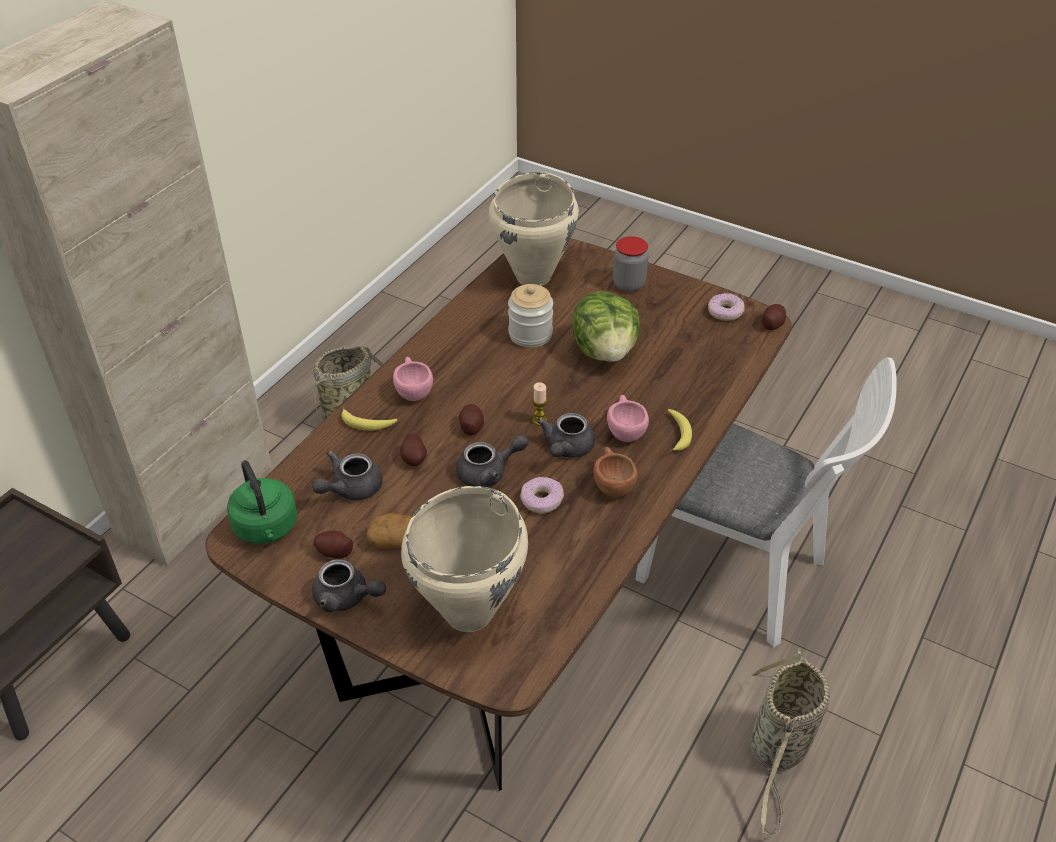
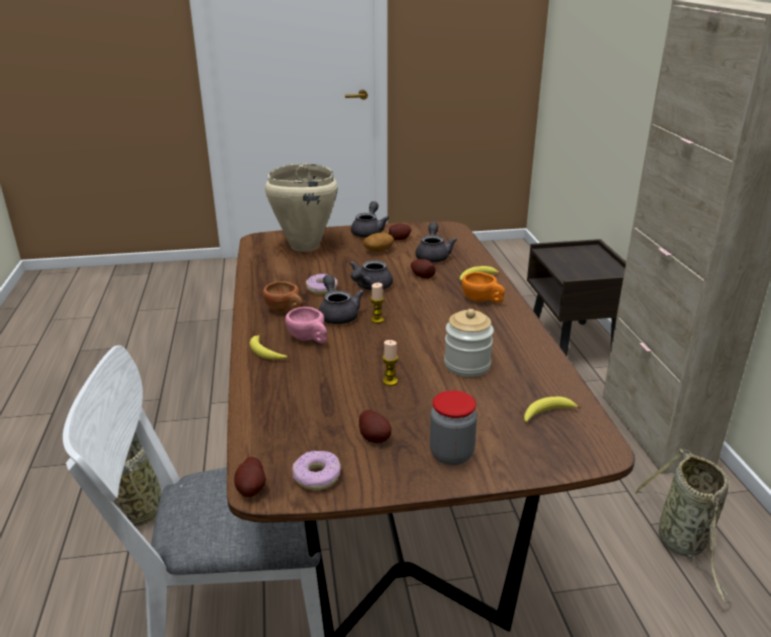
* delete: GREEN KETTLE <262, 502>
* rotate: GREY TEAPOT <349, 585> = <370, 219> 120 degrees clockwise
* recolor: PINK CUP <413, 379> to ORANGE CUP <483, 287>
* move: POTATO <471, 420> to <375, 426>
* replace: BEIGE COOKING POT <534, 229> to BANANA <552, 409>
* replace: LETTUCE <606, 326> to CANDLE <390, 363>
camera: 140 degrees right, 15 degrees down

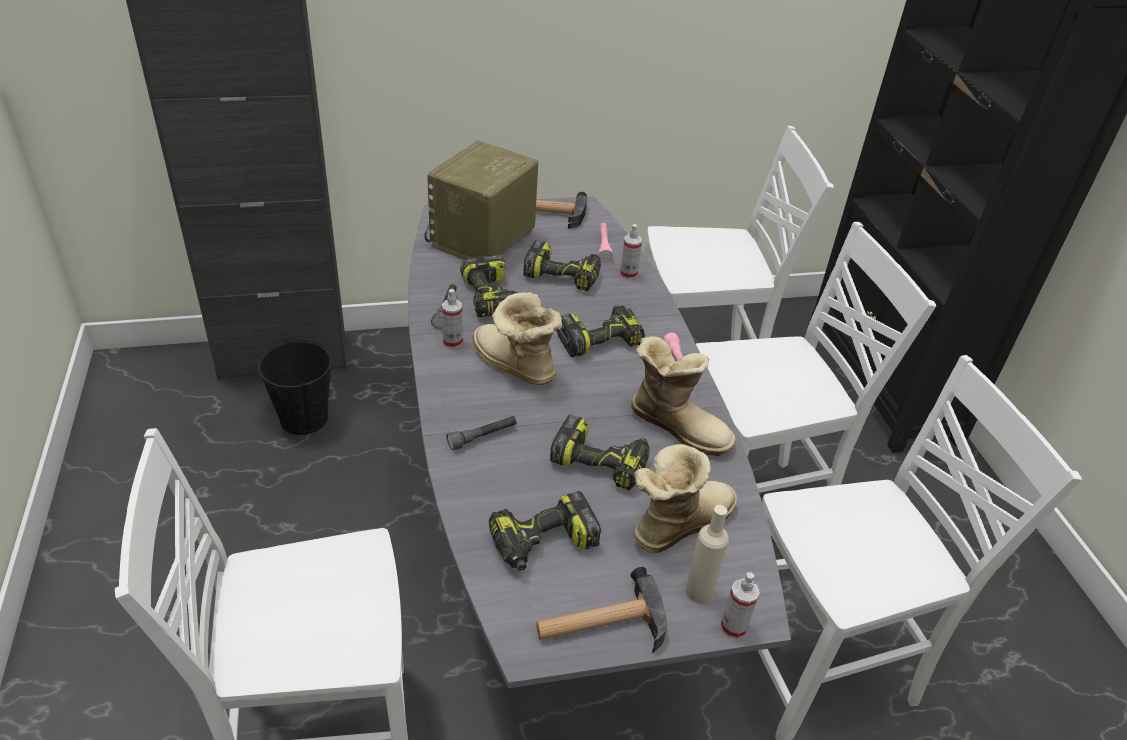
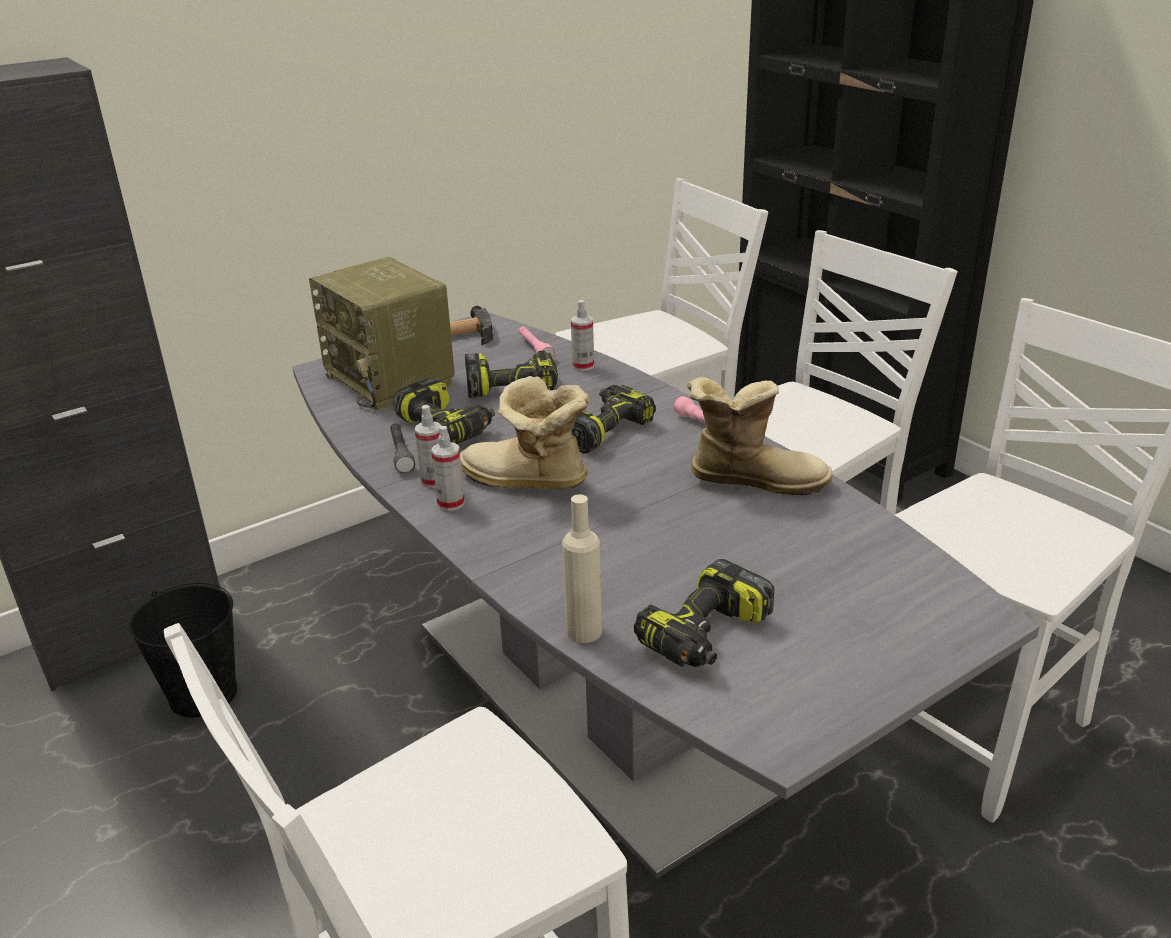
* rotate: RADIO <481, 200> = <382, 334> 45 degrees counterclockwise
* delete: GREY FLASHLIGHT <481, 433>
* delete: HAMMER <601, 610>
* delete: POWER DRILL <599, 452>
* delete: BOOT <685, 498>
* move: BEIGE BOTTLE <707, 554> to <582, 568>
* move: SPRAY BOTTLE <740, 605> to <448, 468>
camera: 20 degrees left, 10 degrees down

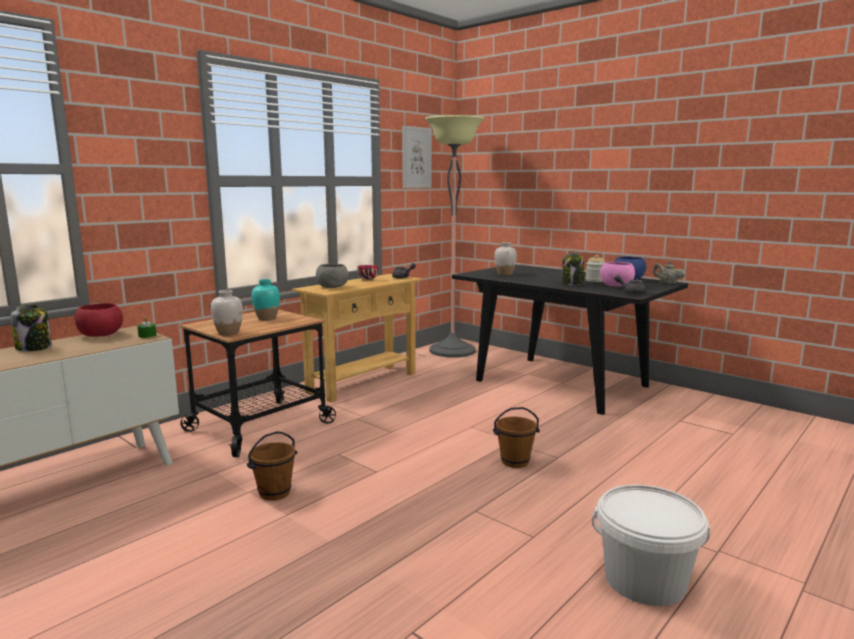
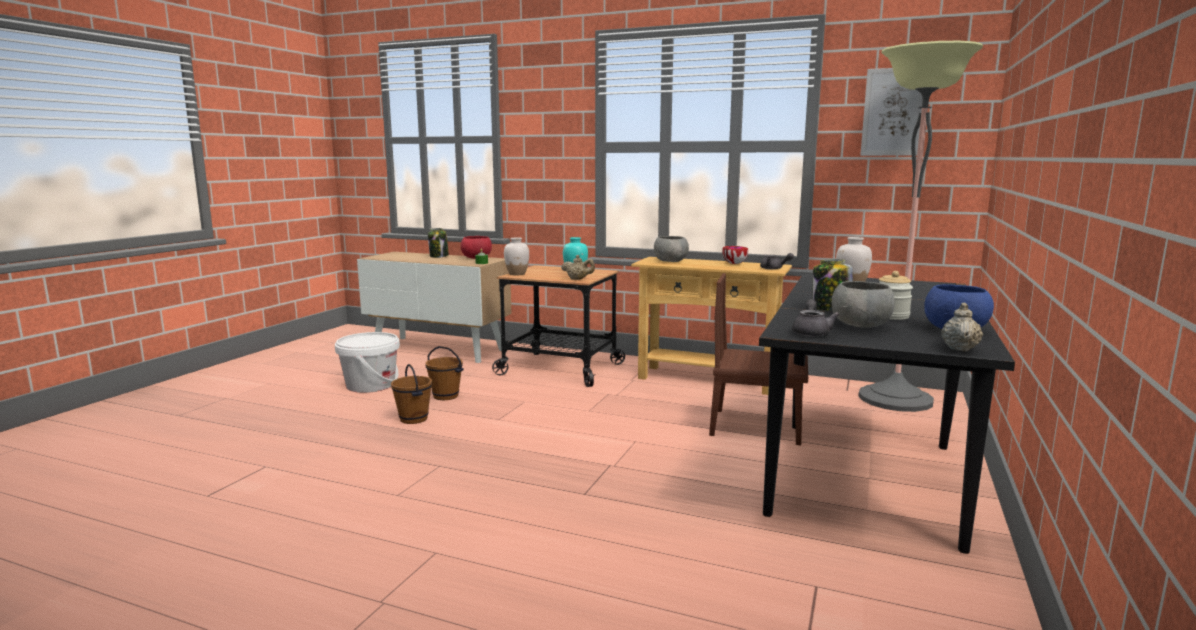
* move: BROWN BUCKET <516, 437> to <411, 394>
* move: WHITE BUCKET <651, 545> to <367, 362>
* recolor: PINK BOWL <617, 274> to GREY BOWL <863, 304>
* insert: BEIGE TEAPOT <578, 267>
* insert: BROWN CHAIR <758, 359>
camera: 70 degrees right, 0 degrees up

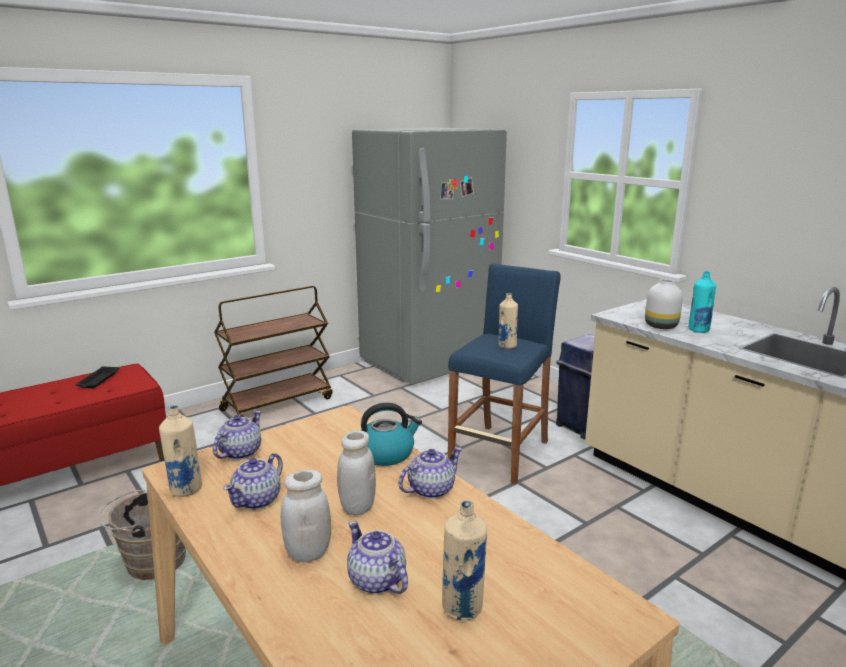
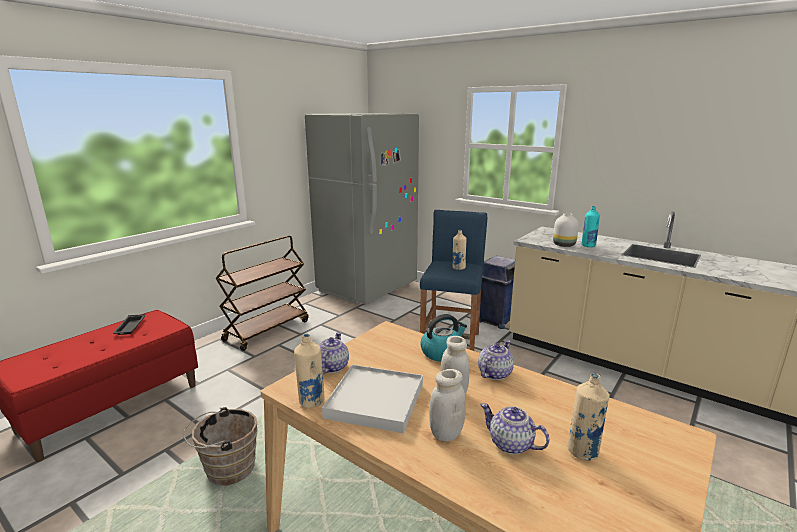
* replace: TEAPOT <253, 481> to WHITE TRAY <372, 399>
camera: 15 degrees left, 0 degrees up

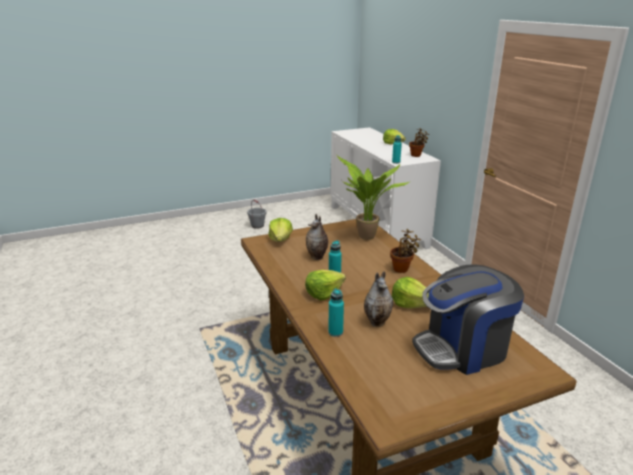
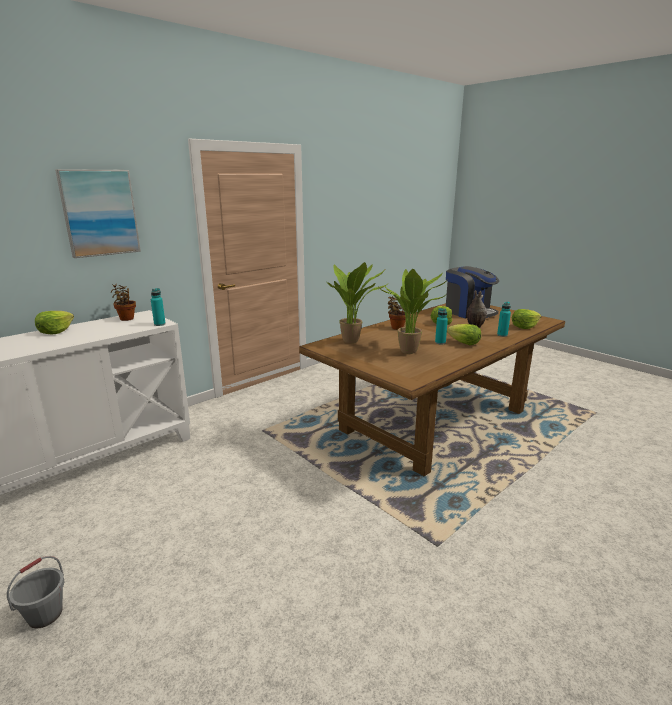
* move: LETTUCE <280, 230> to <526, 319>
* replace: VASE <317, 237> to POTTED PLANT <414, 311>
* insert: PICTURE <98, 213>
camera: 110 degrees left, 5 degrees down

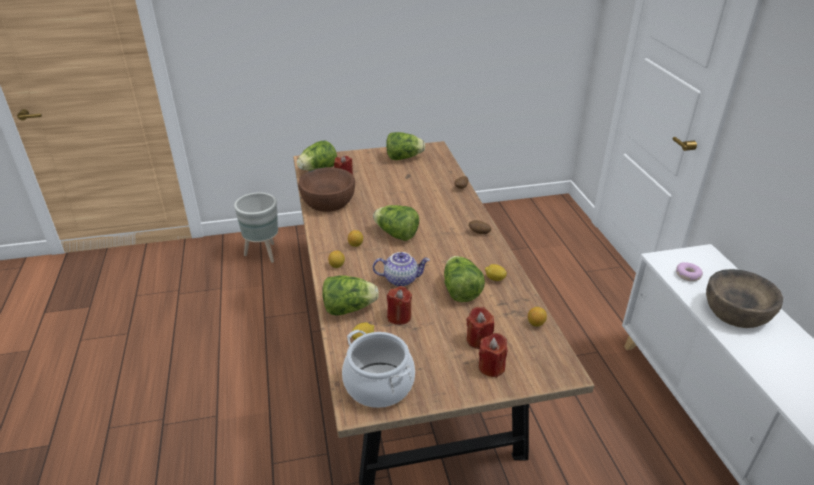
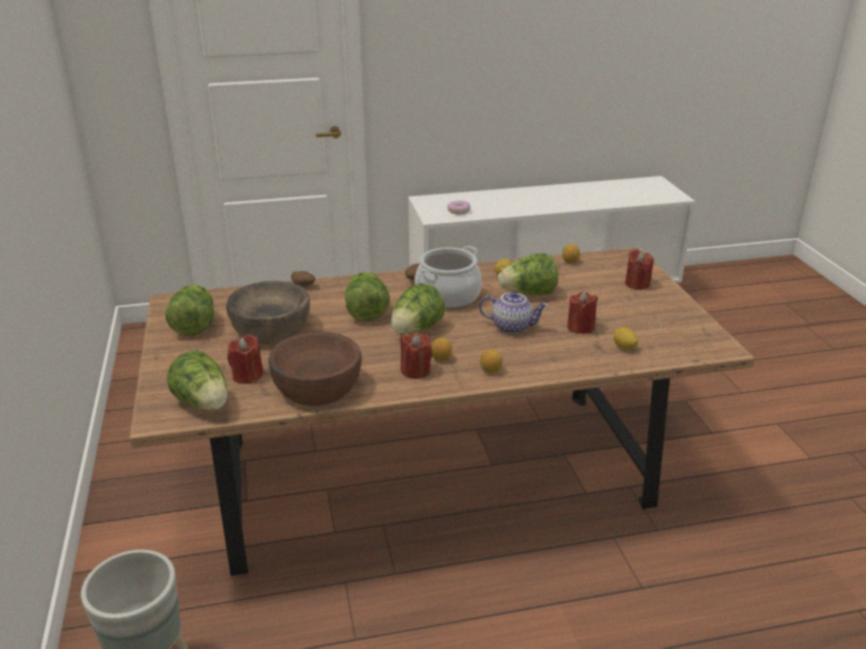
* move: LETTUCE <351, 295> to <367, 296>
* move: COOKING POT <378, 369> to <448, 277>
* rotate: TEAPOT <401, 269> = <513, 312> 105 degrees clockwise
* move: RED CANDLE <480, 328> to <416, 355>
* move: BROWN BOWL <744, 298> to <268, 313>
camera: 90 degrees left, 5 degrees down

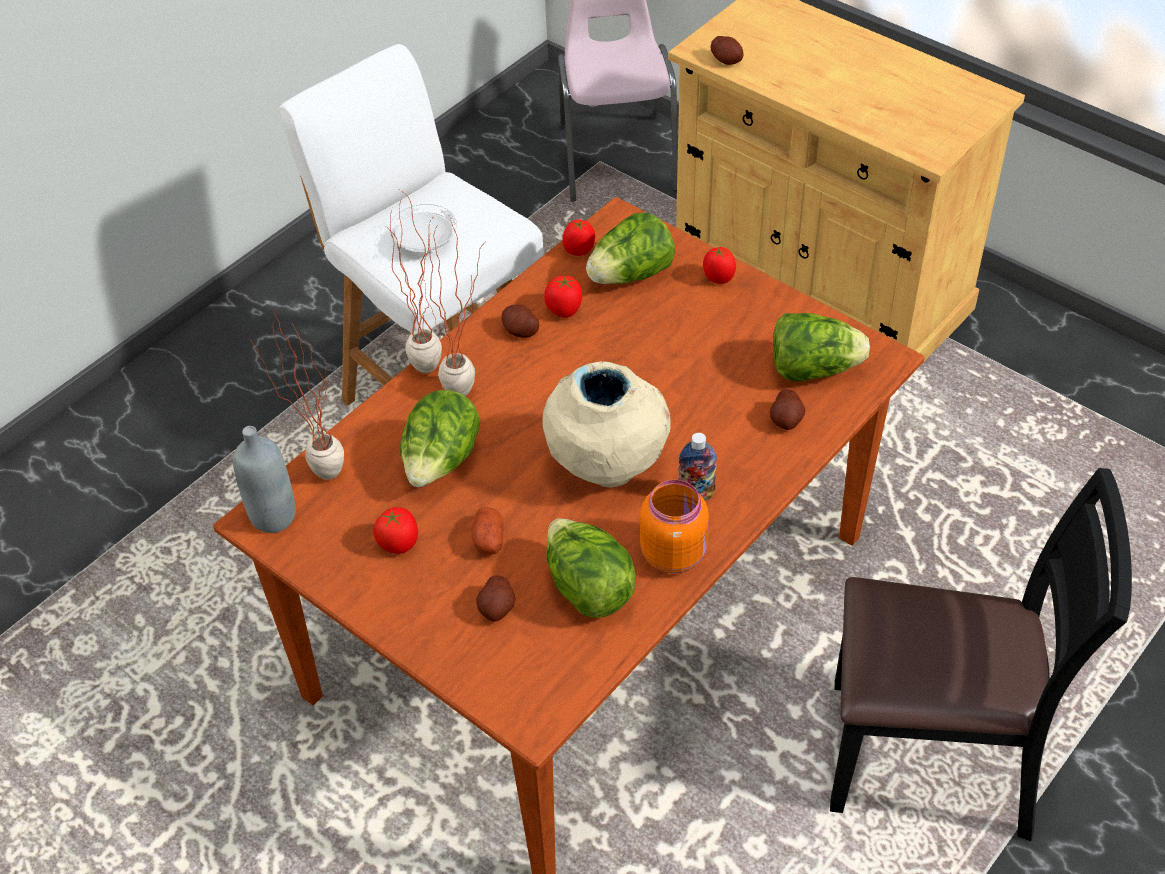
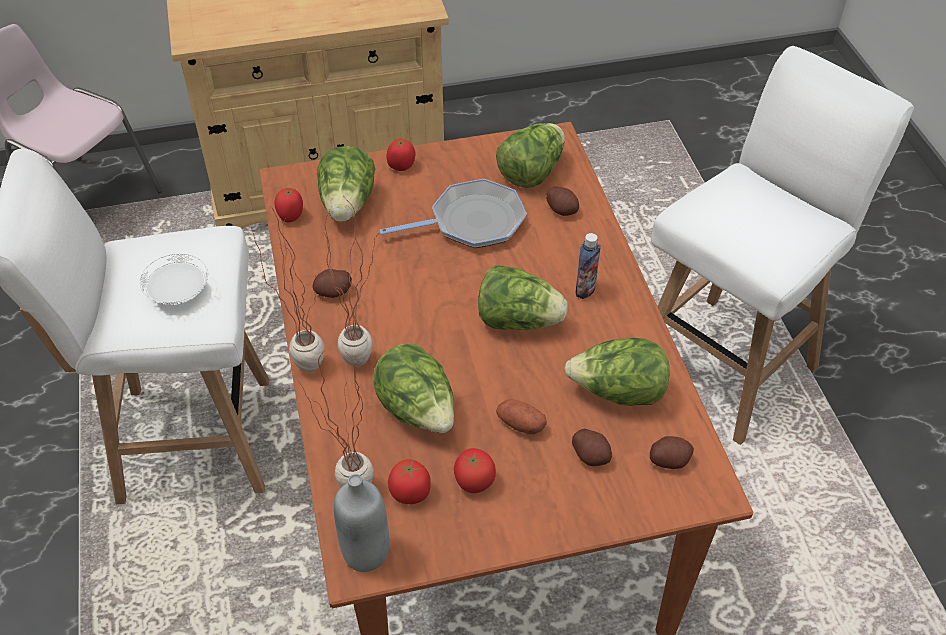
* replace: BEIGE VASE <607, 424> to LETTUCE <523, 297>
* move: TOMATO <563, 297> to <409, 481>
* delete: ORANGE JAR <674, 527>
* move: POTATO <727, 50> to <672, 452>
* replace: BLACK CHAIR <981, 654> to WHITE STOOL <782, 245>
* insert: FRYING PAN <453, 213>
camera: 55 degrees left, 0 degrees up

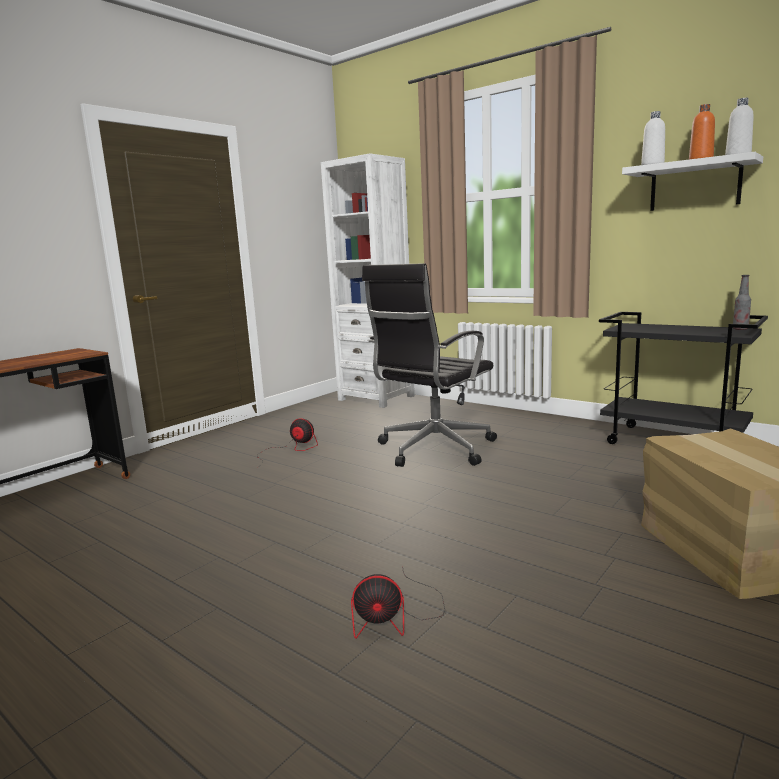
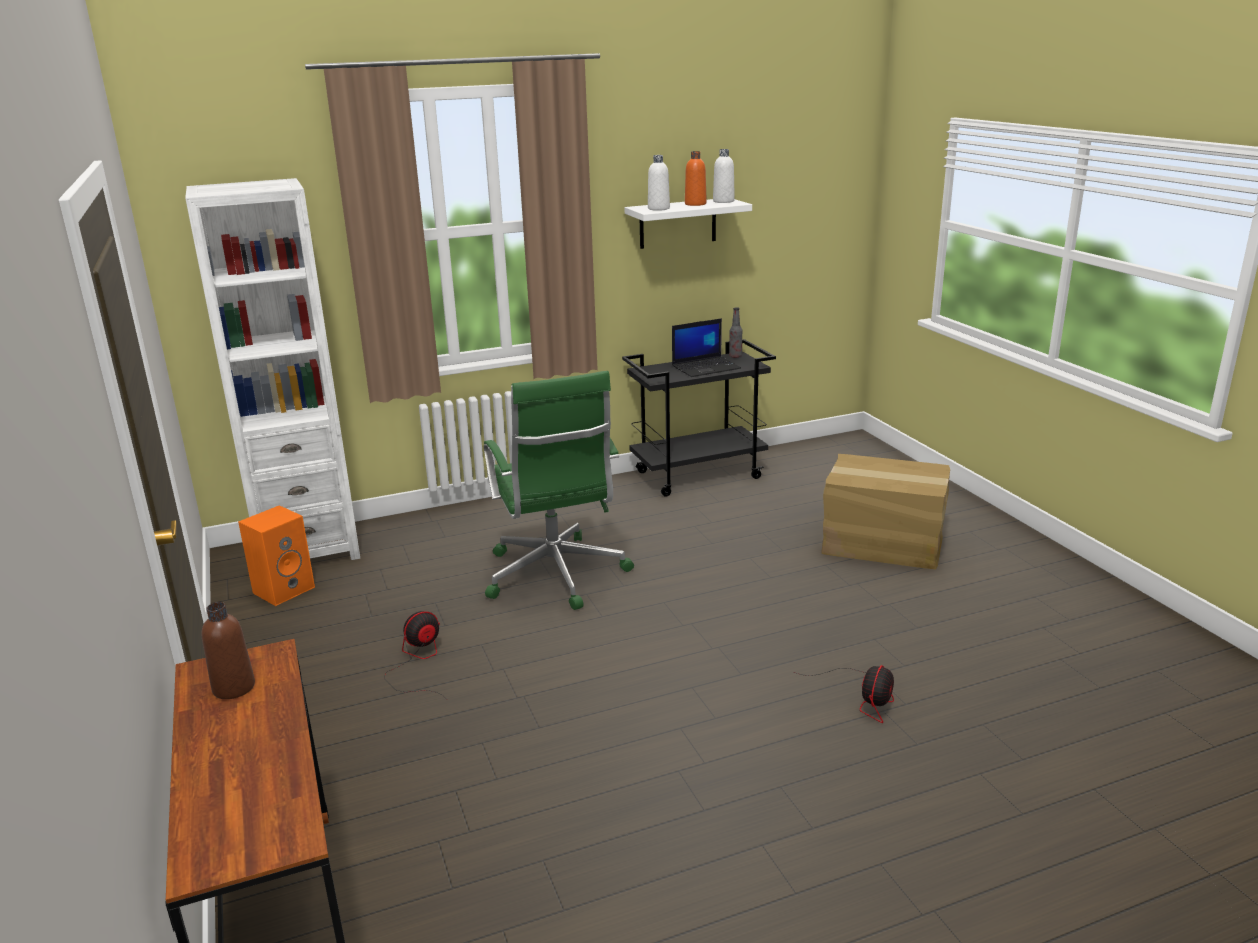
* recolor: BLACK OFFICE CHAIR <429, 365> to GREEN OFFICE CHAIR <559, 490>
* insert: BROWN BOTTLE <228, 650>
* insert: ORANGE SPEAKER <276, 555>
* insert: LAPTOP <706, 347>
camera: 60 degrees left, 10 degrees up

